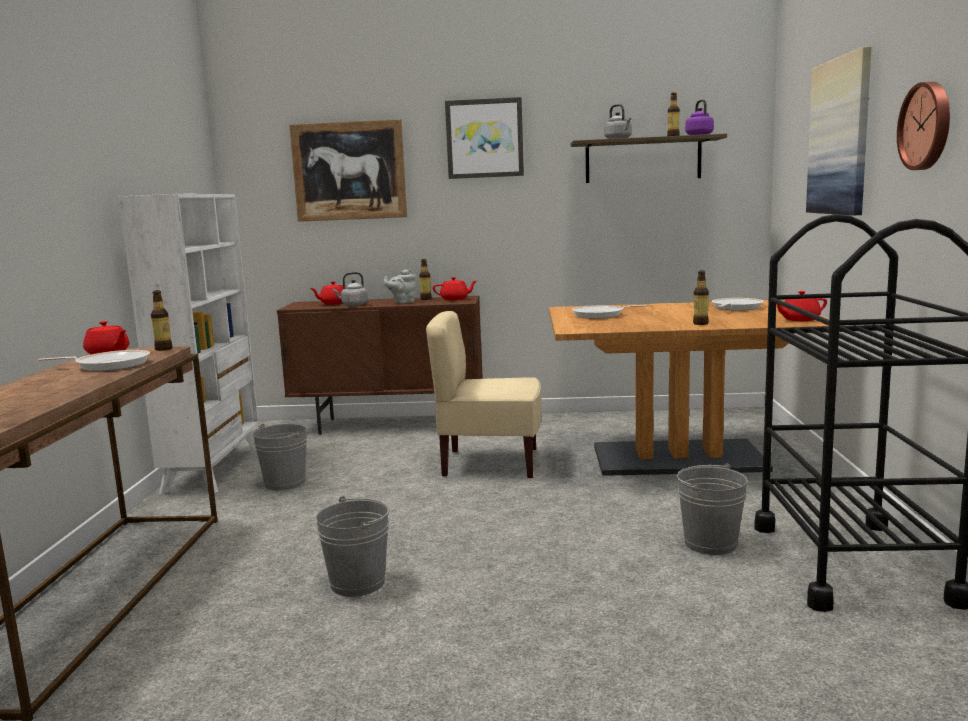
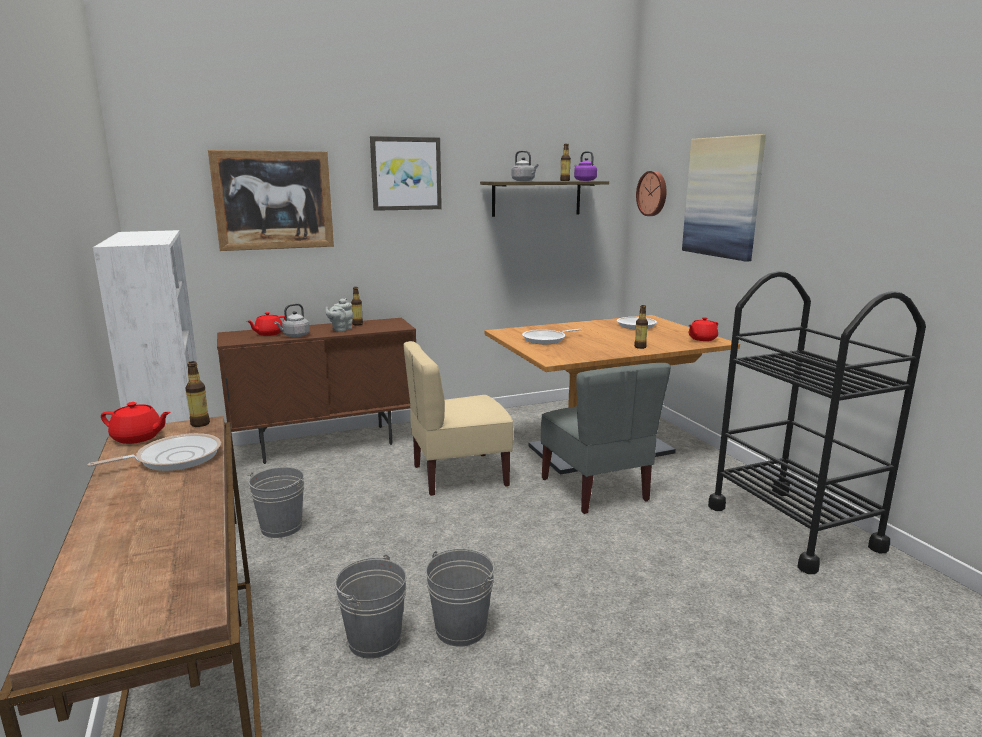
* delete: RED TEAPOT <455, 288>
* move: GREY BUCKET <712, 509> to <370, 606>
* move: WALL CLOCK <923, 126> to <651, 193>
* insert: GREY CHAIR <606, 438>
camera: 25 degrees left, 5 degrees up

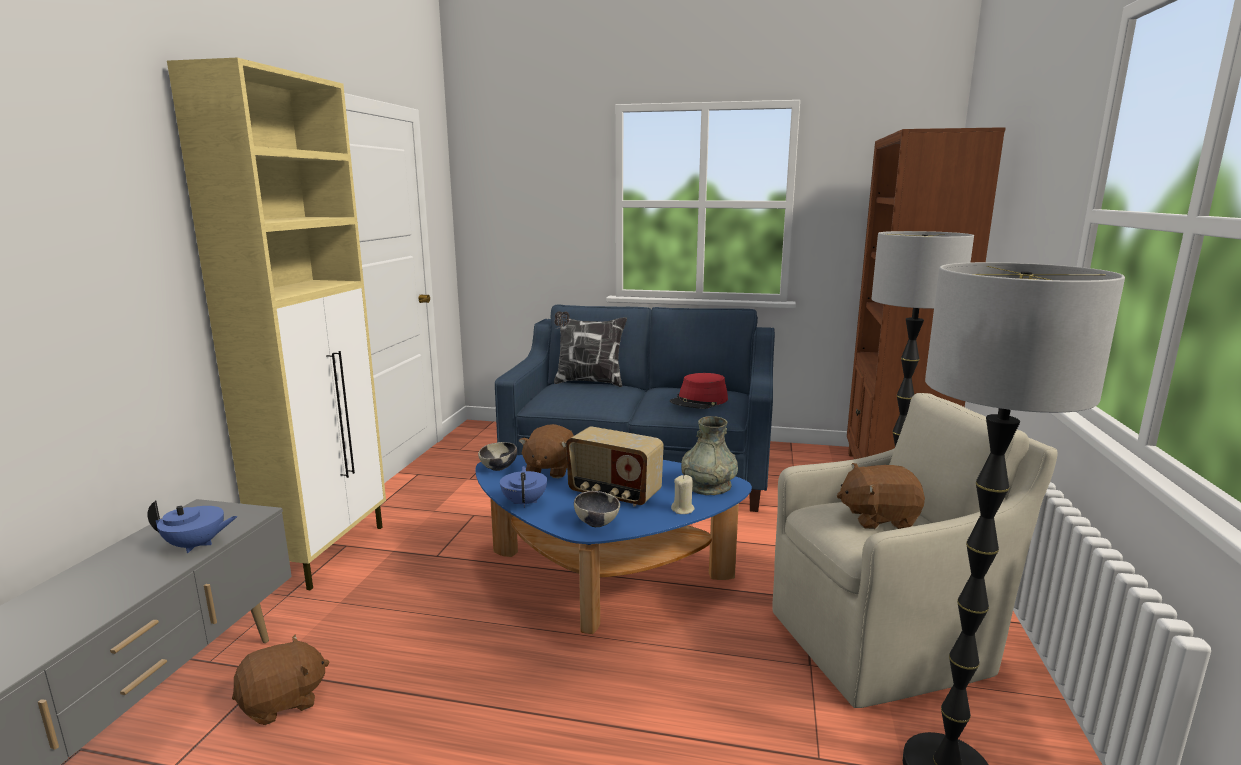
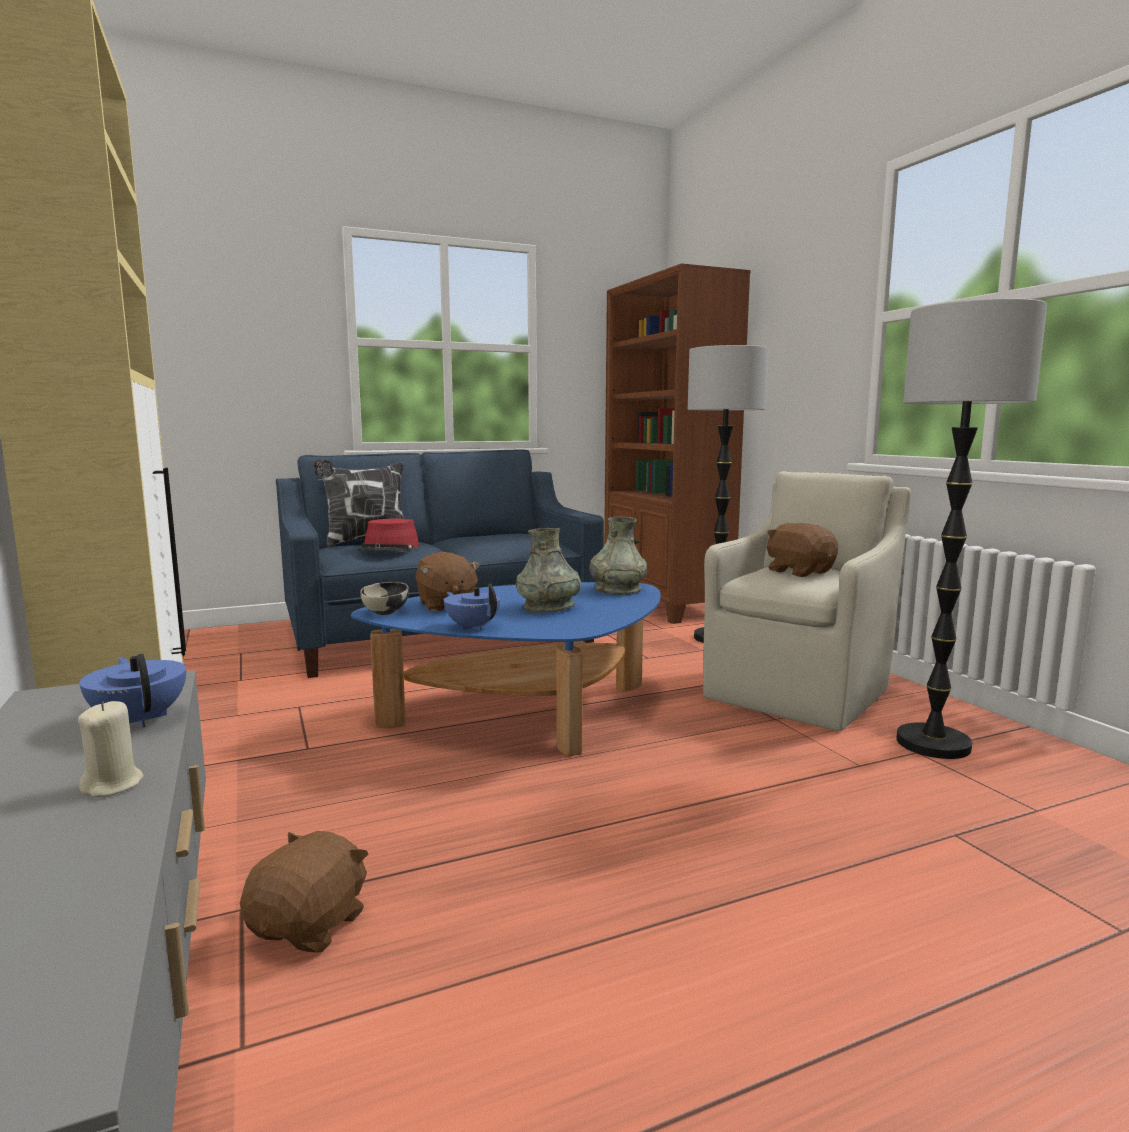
* rotate: BLUE TEAPOT <192, 527> = <132, 690> 90 degrees counterclockwise
* replace: RADIO <615, 466> to GREY VASE <548, 570>
* delete: BOWL <597, 509>
* move: RED HAT <699, 391> to <388, 535>
* move: BEIGE CANDLE <683, 494> to <110, 749>
* rotate: BROWN PLUSH TOY <881, 496> = <802, 550> 90 degrees clockwise
camera: 35 degrees left, 5 degrees down

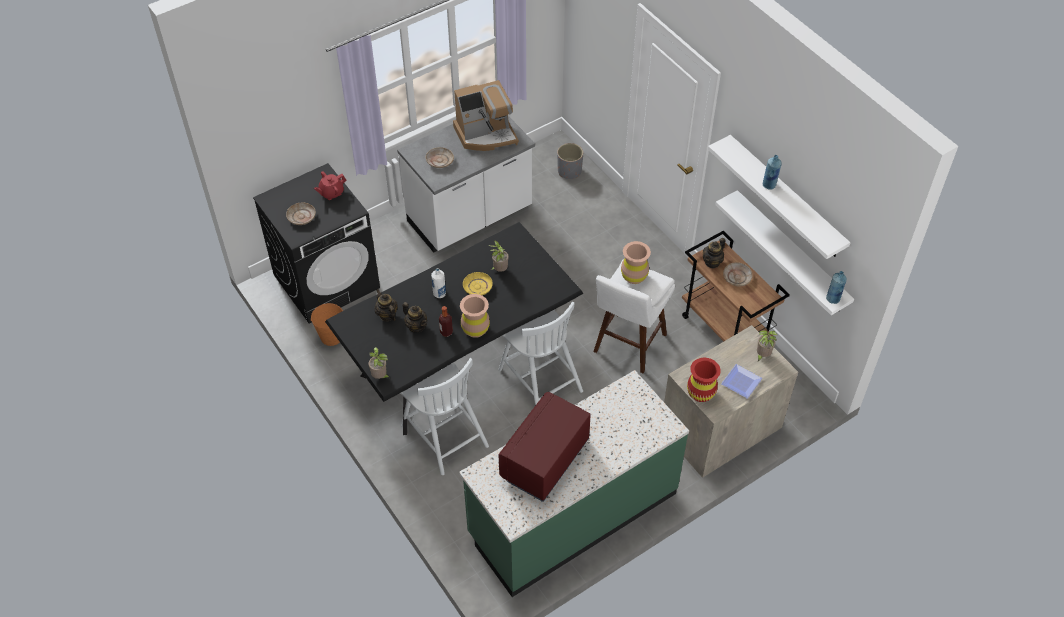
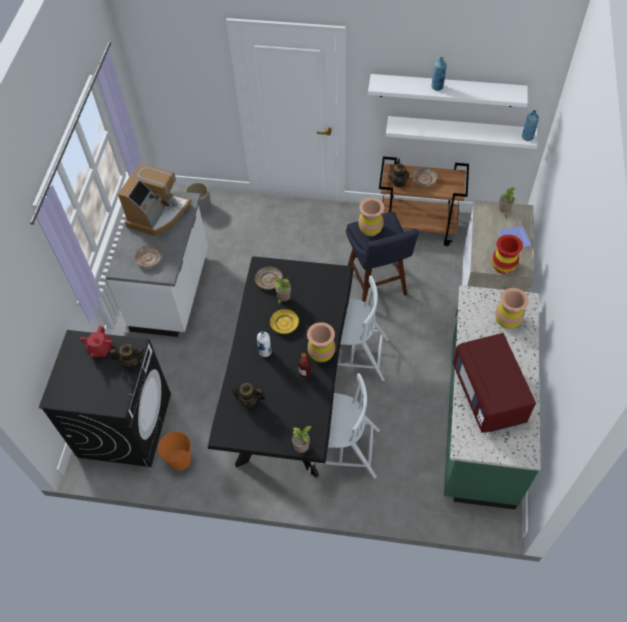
* move: BEIGE PLATE <301, 213> to <269, 278>
* move: TEAPOT <415, 317> to <127, 356>
* recolor: WHITE STOOL <634, 316> to BLUE STOOL <382, 256>
* insert: BROWN VASE <512, 308>
camera: 45 degrees left, 5 degrees up

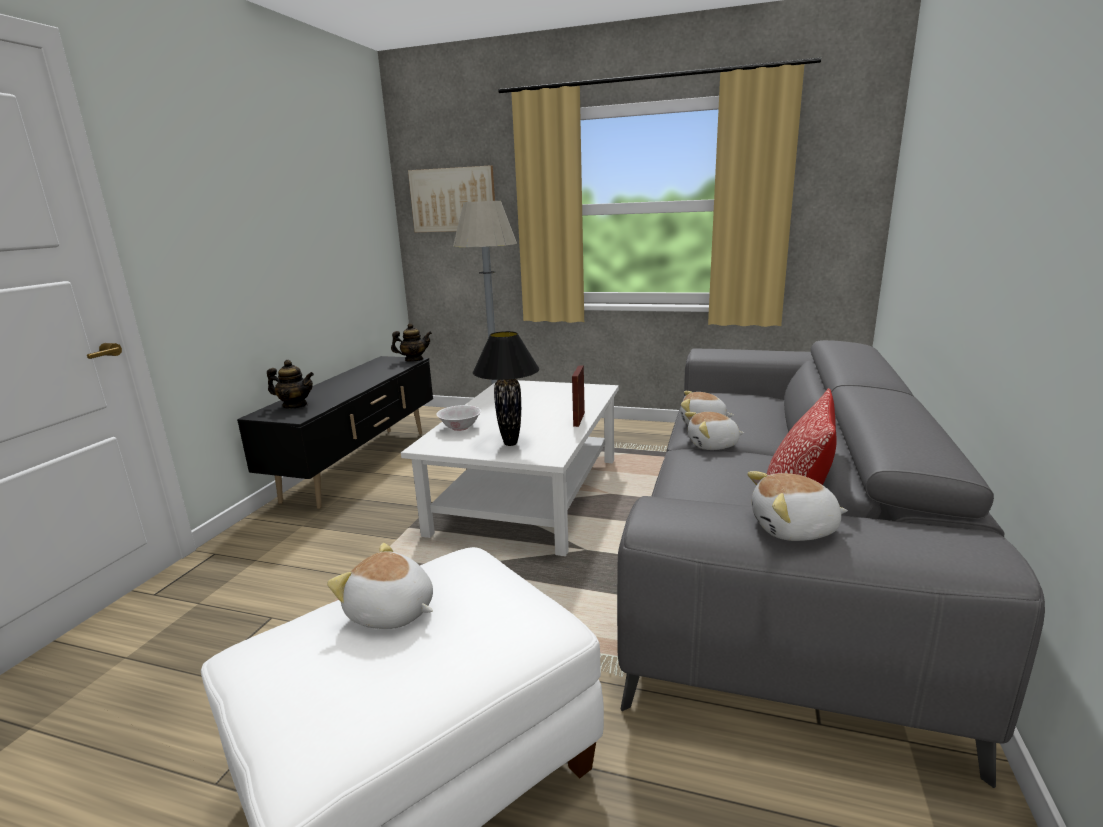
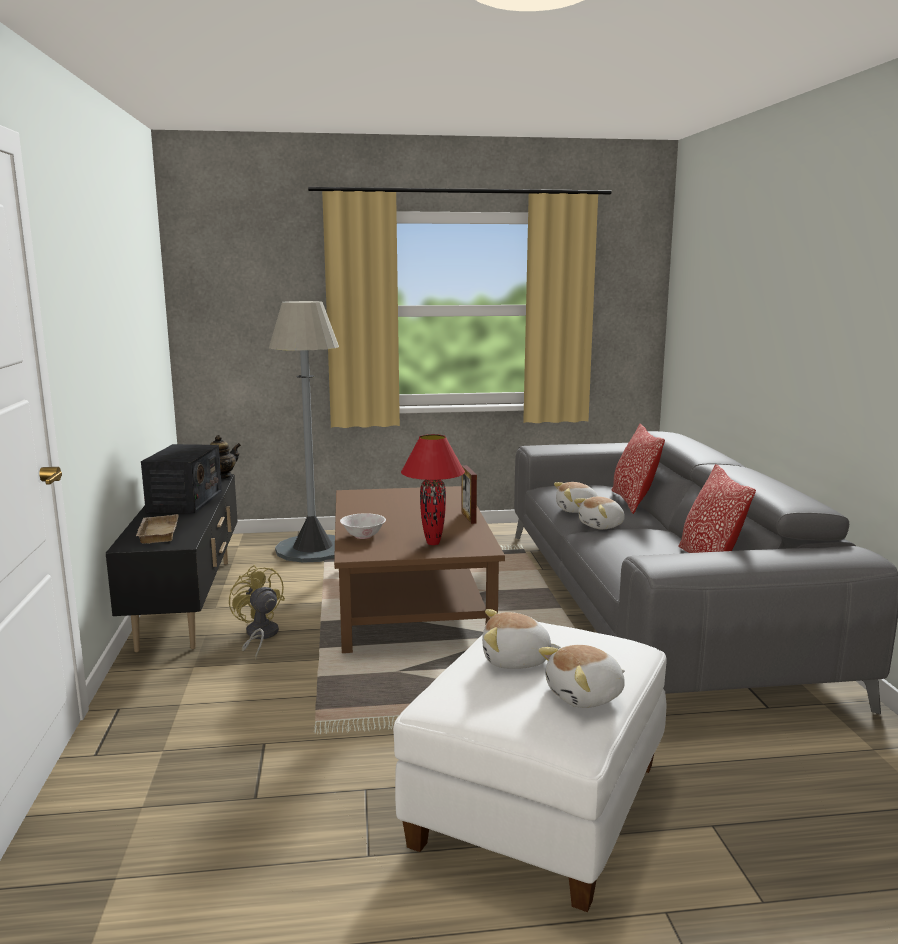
* replace: TEAPOT <290, 384> to BEIGE TRAY <157, 529>
* recolor: WHITE COFFEE TABLE <510, 468> to BROWN COFFEE TABLE <419, 569>
* delete: PICTURE <451, 198>
* recolor: BLACK TABLE LAMP <506, 388> to RED TABLE LAMP <433, 489>
* move: PLUSH TOY <797, 506> to <581, 676>
* insert: RADIO <181, 478>
* insert: YELLOW FAN <257, 612>
* insert: PILLOW <638, 469>
camera: 25 degrees left, 5 degrees down

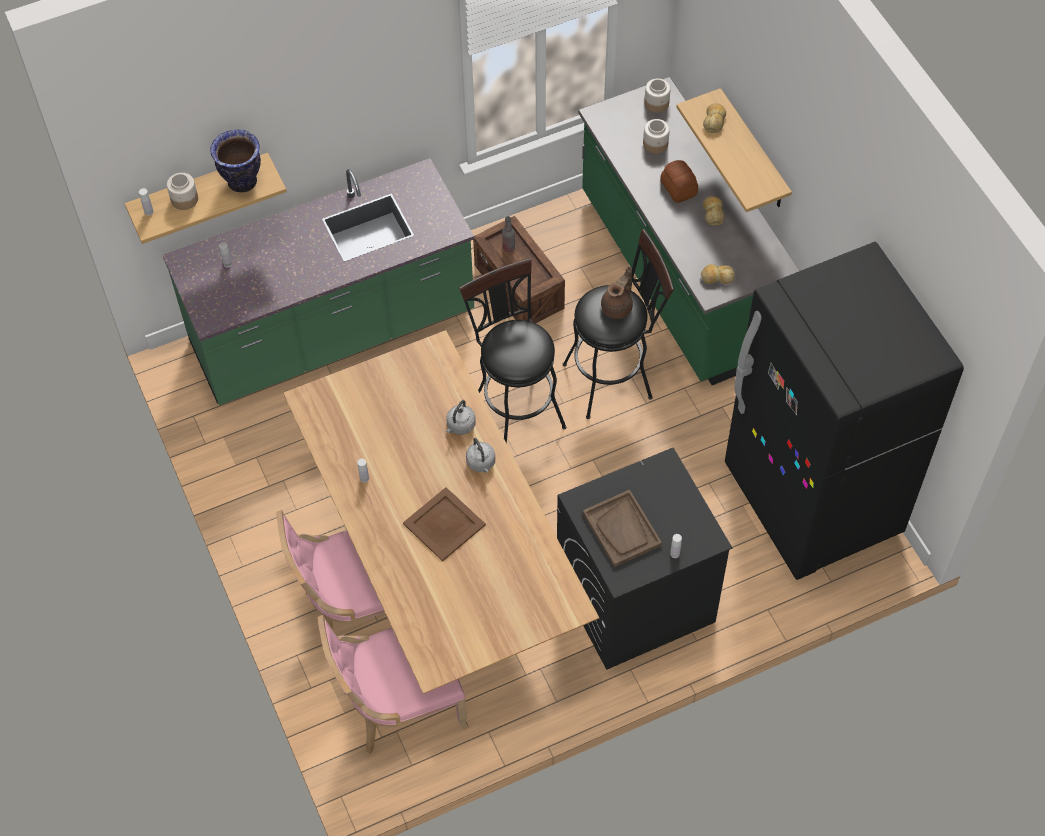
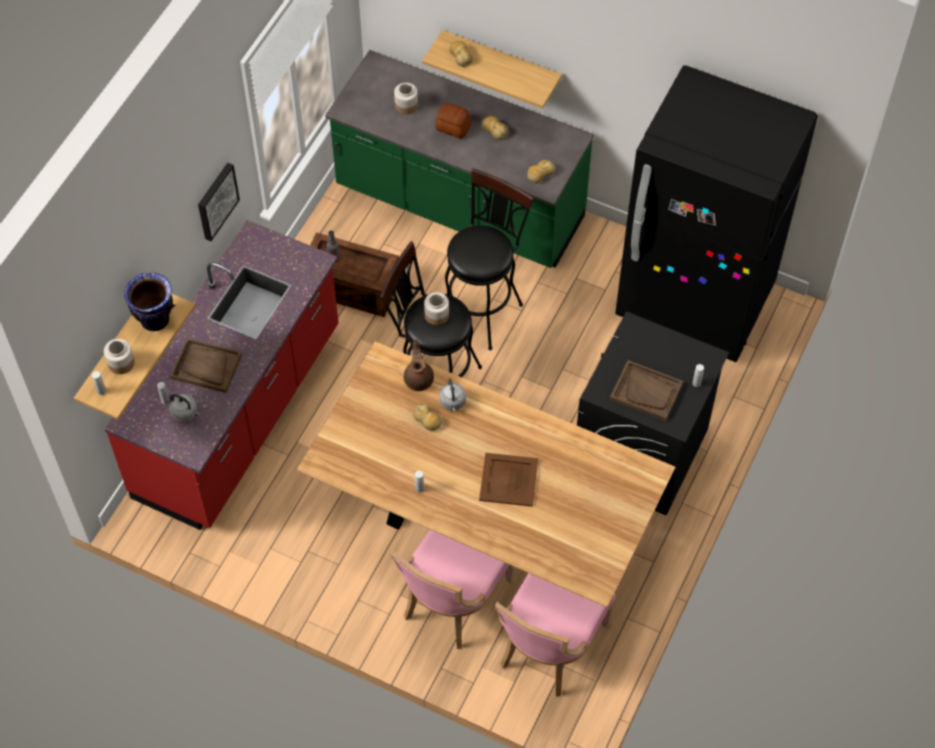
* recolor: GREEN COUNTER <318, 281> to RED COUNTER <221, 375>
* move: GREY KETTLE <480, 455> to <184, 408>
* move: BROWN TEAPOT <617, 292> to <419, 365>
* move: JAR <657, 95> to <436, 308>
* insert: BROWN TRAY <206, 365>
* insert: PICTURE <219, 202>
* insert: BREAD <427, 417>
camera: 40 degrees left, 0 degrees up

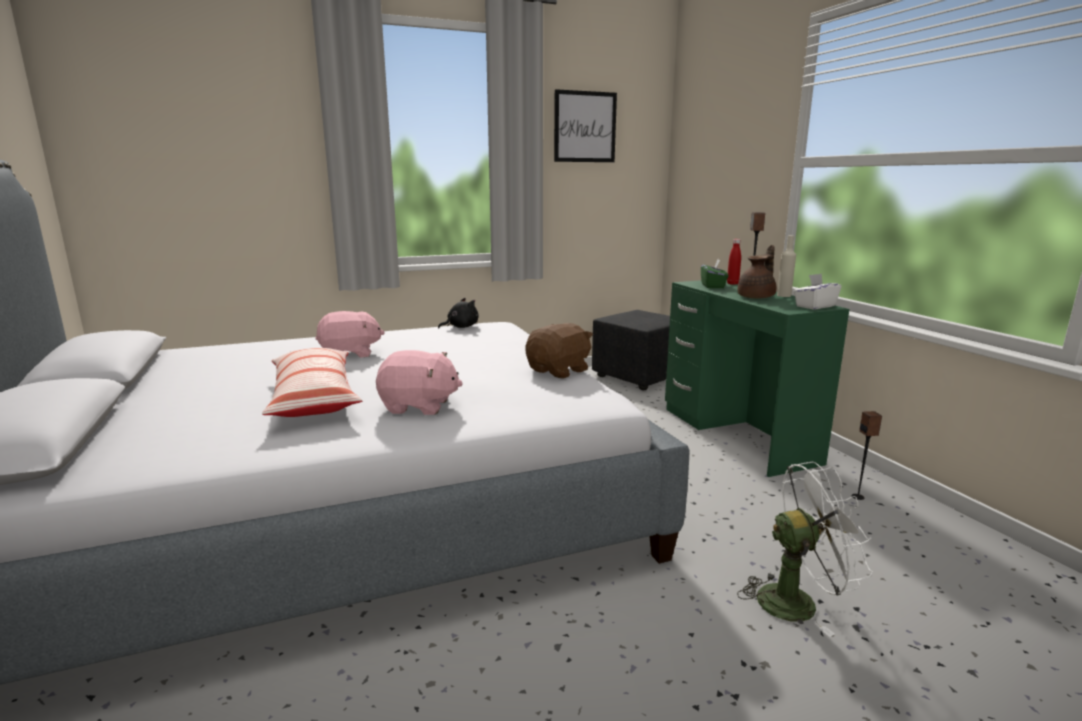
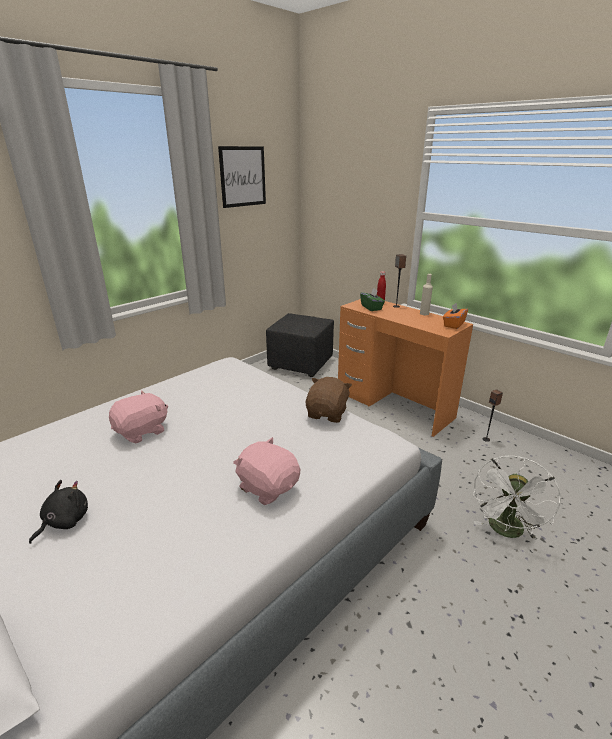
* delete: PILLOW <312, 382>
* rotate: PINK PLUSH TOY <419, 382> = <266, 471> 120 degrees counterclockwise
* move: BLACK PLUSH TOY <458, 313> to <58, 512>
* recolor: GREEN DESK <757, 378> to ORANGE DESK <405, 368>
* delete: BROWN TEAPOT <756, 271>
* rotate: WHITE FAN <805, 549> = <517, 498> 150 degrees clockwise
* recolor: WHITE TISSUE BOX <817, 291> to ORANGE TISSUE BOX <455, 315>
camera: 25 degrees left, 10 degrees up

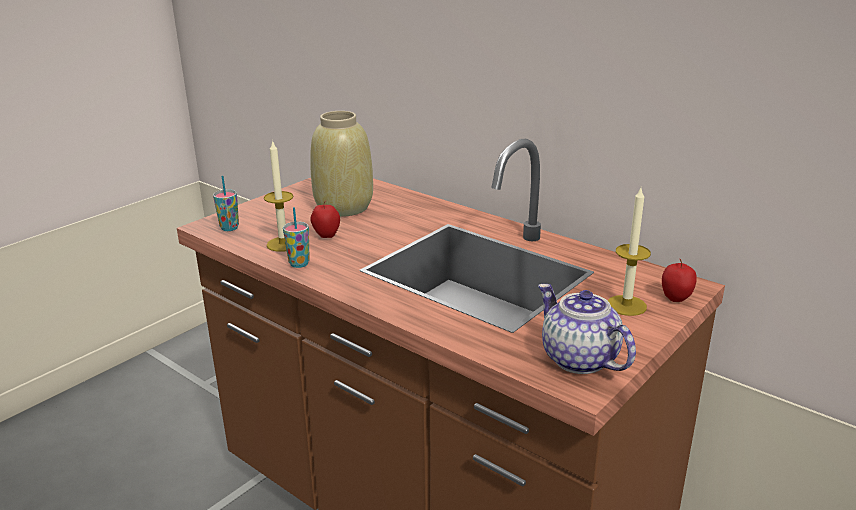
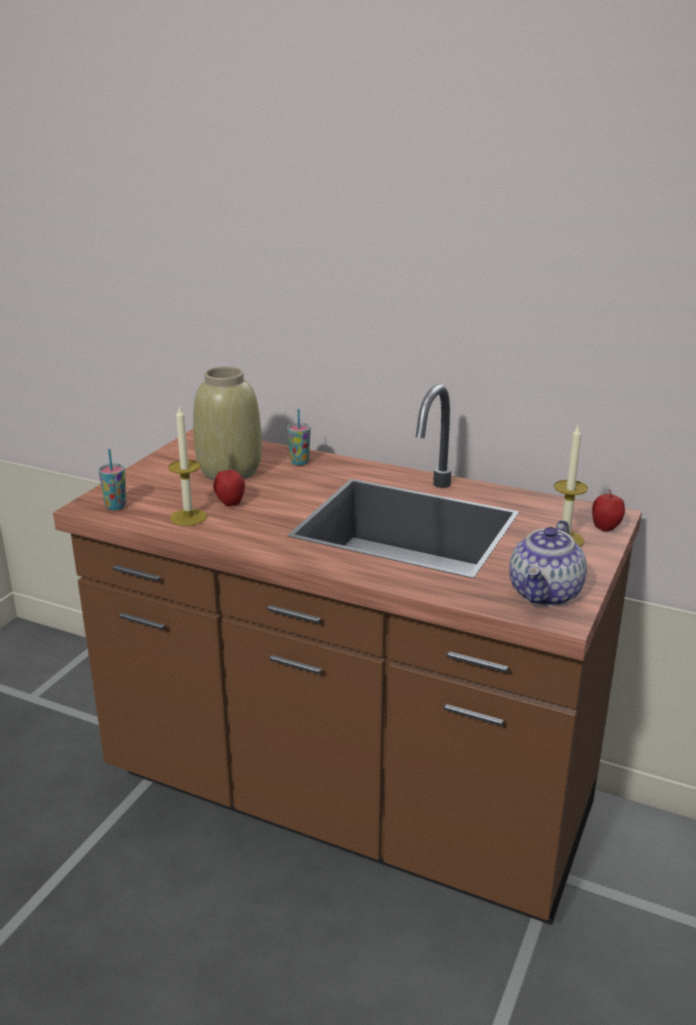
* move: CUP <296, 237> to <299, 437>
* rotate: TEAPOT <587, 329> = <548, 563> 105 degrees counterclockwise
camera: 15 degrees left, 0 degrees up

